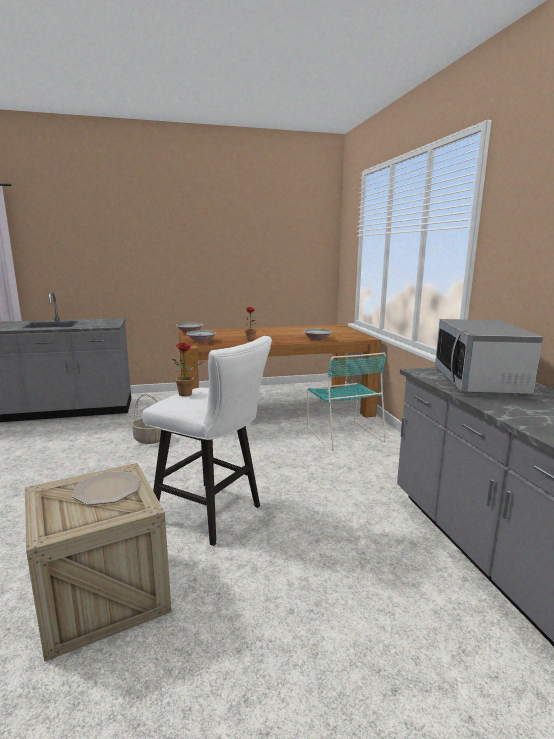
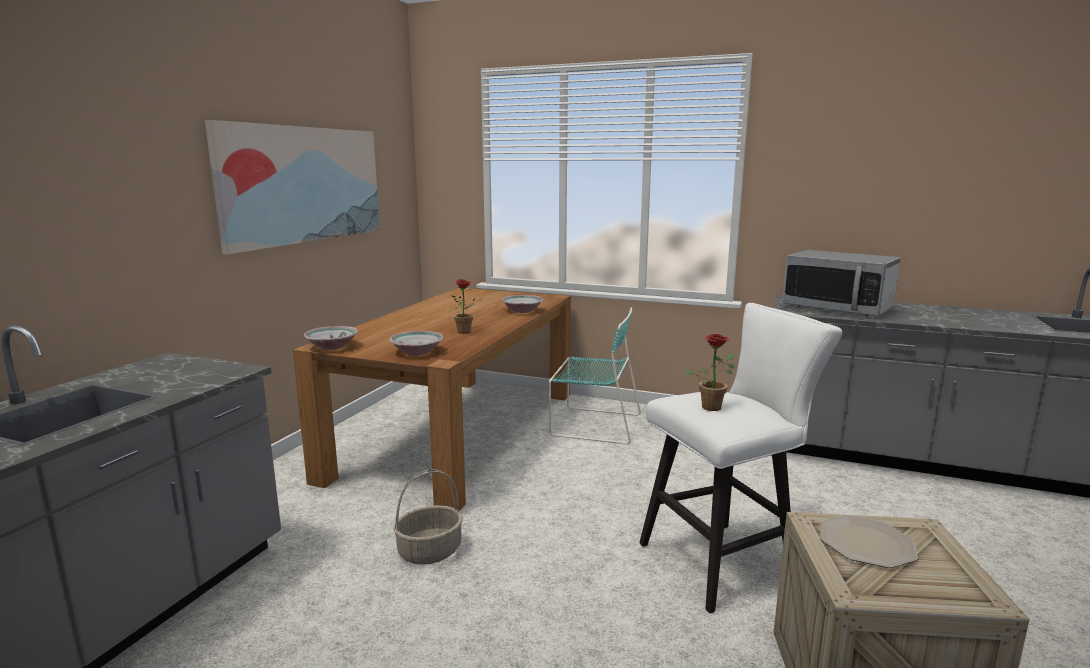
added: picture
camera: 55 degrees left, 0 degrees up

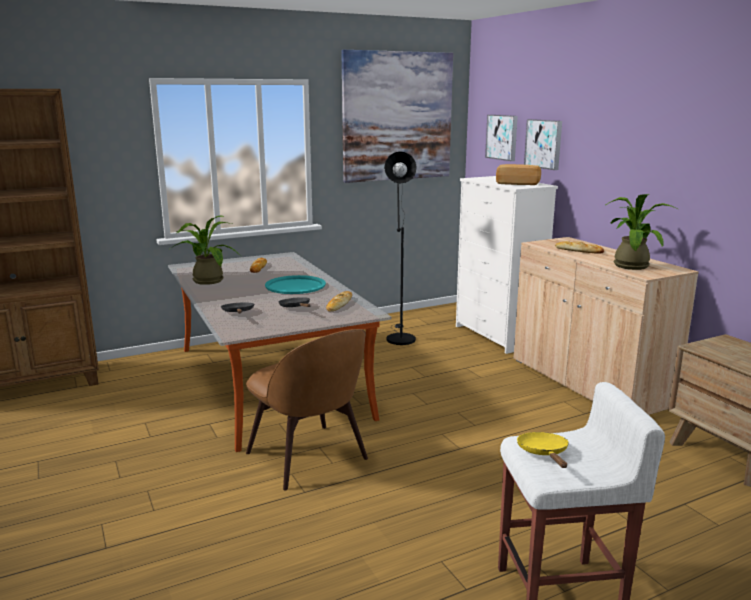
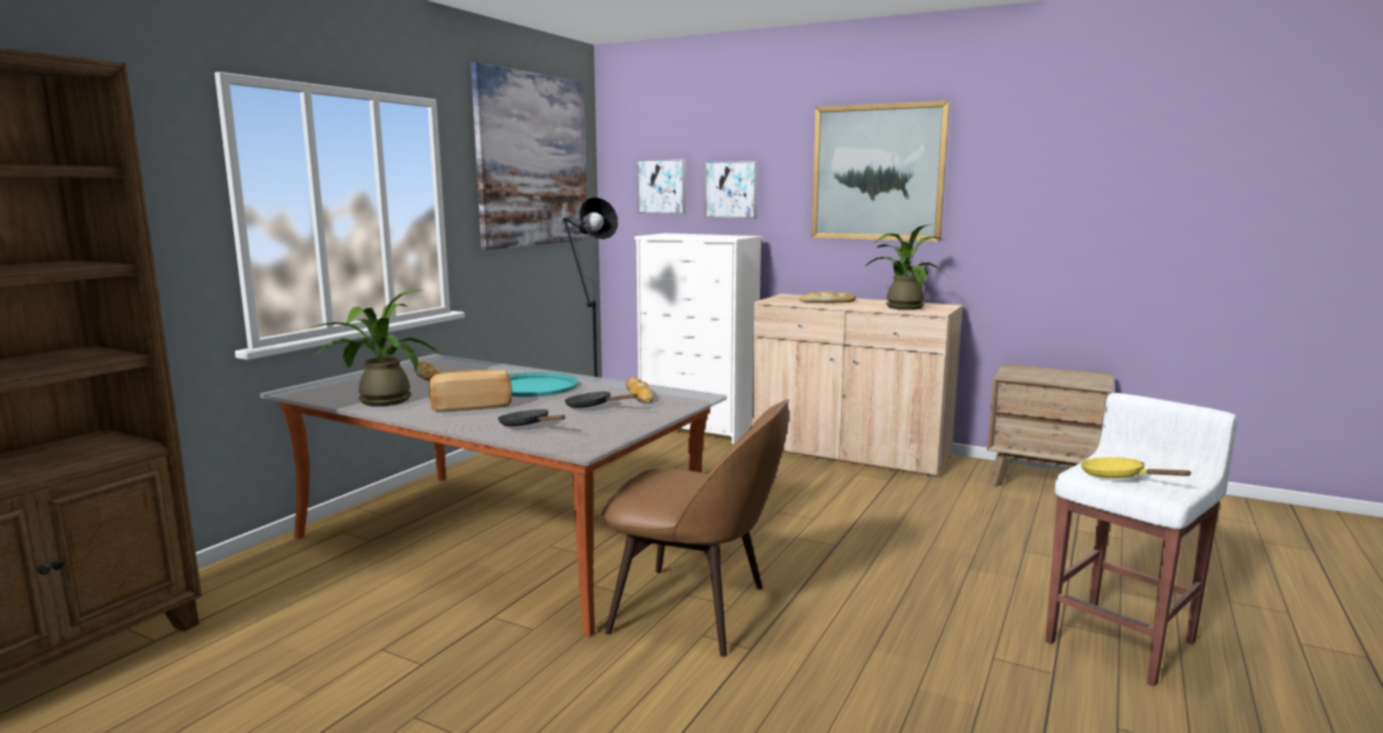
added: picture (4th from left)
moved: bread (3rd from left in the first image) to bread (2nd from left)
camera: 35 degrees left, 5 degrees down

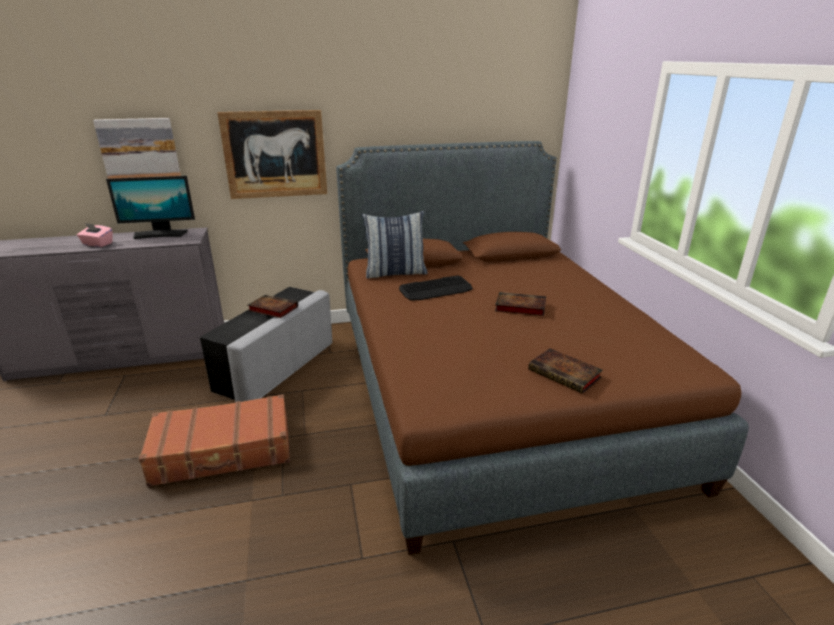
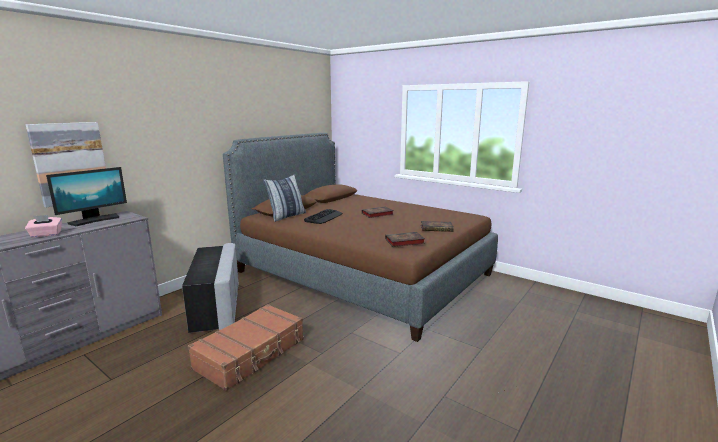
removed: picture (2nd from left)
moved: book (1st from left in the first image) to book (2nd from left)
camera: 40 degrees left, 10 degrees down

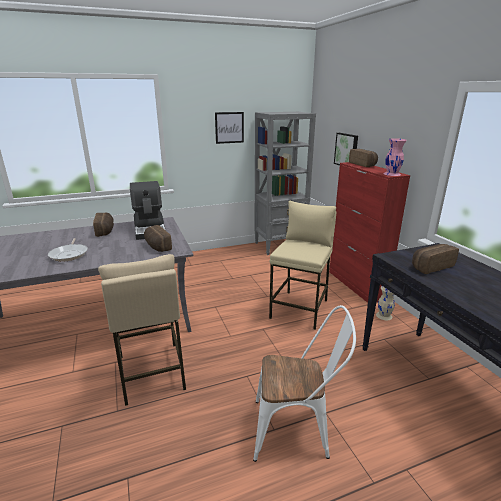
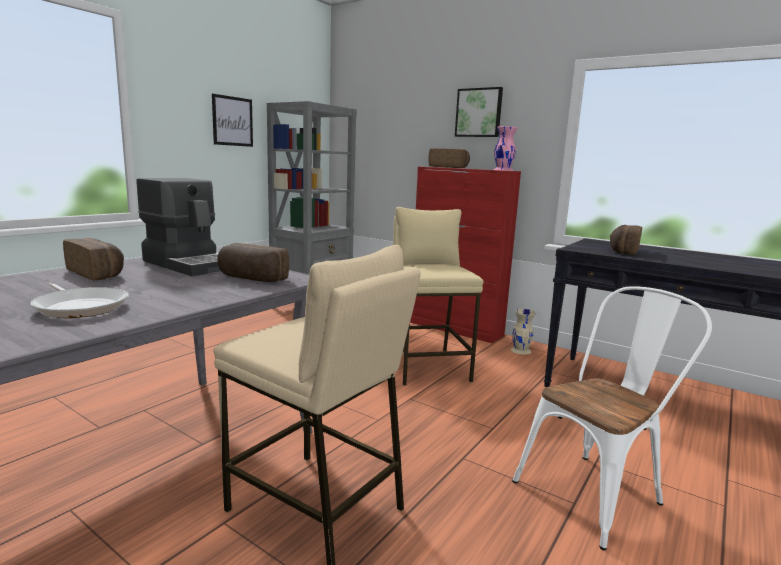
moved: picture (2nd from left)
camera: 35 degrees left, 10 degrees down

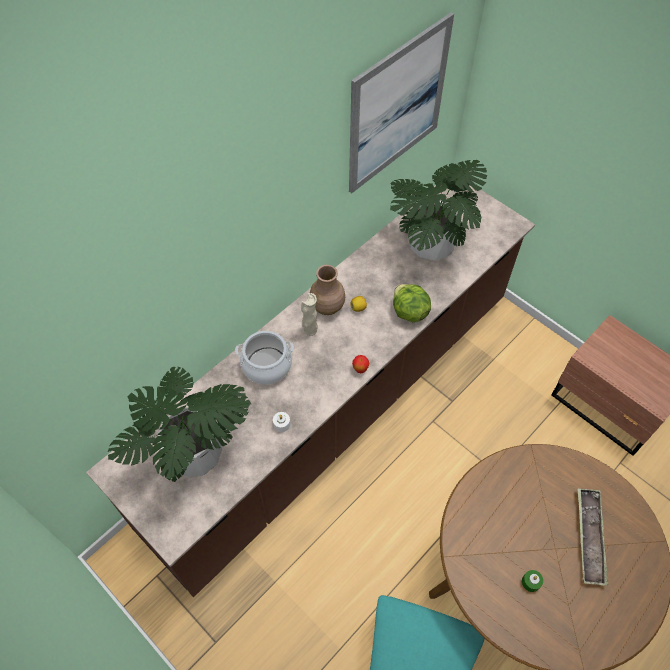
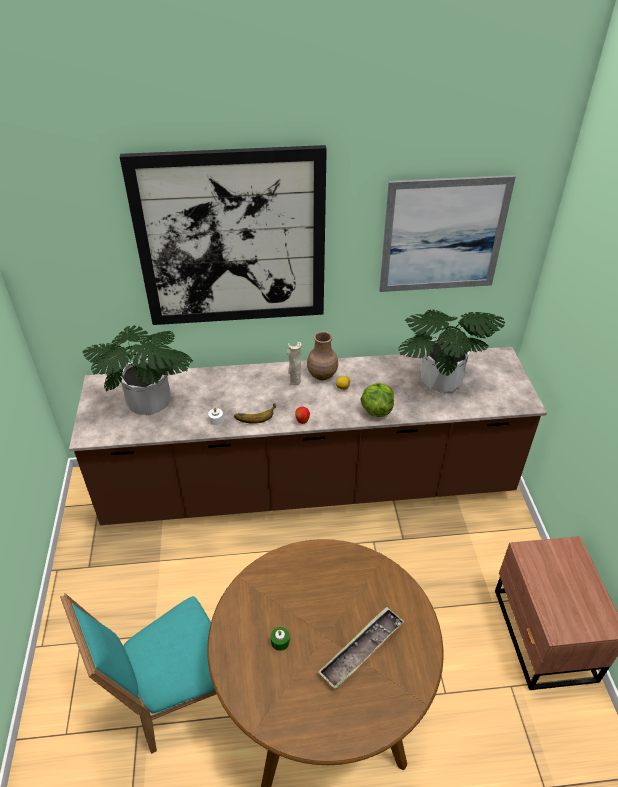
removed: cooking pot
added: picture (1st from left); banana
camera: 40 degrees right, 15 degrees down

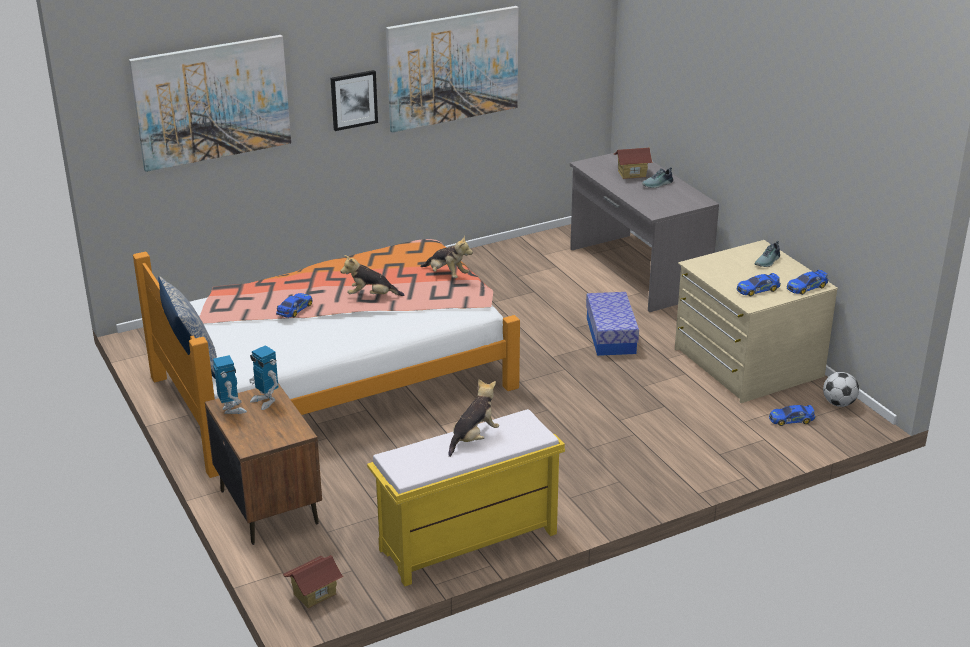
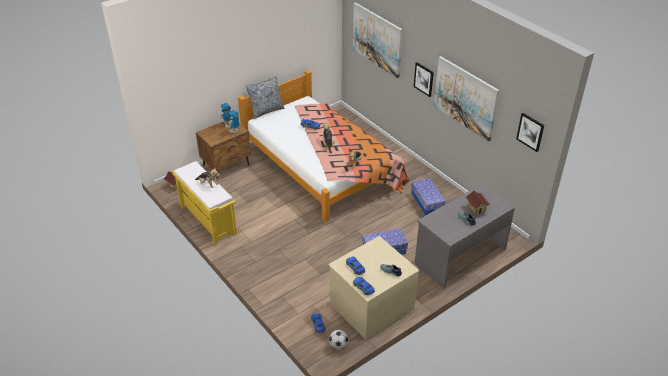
added: picture (4th from left); storage box (2nd from left)
camera: 80 degrees right, 10 degrees up

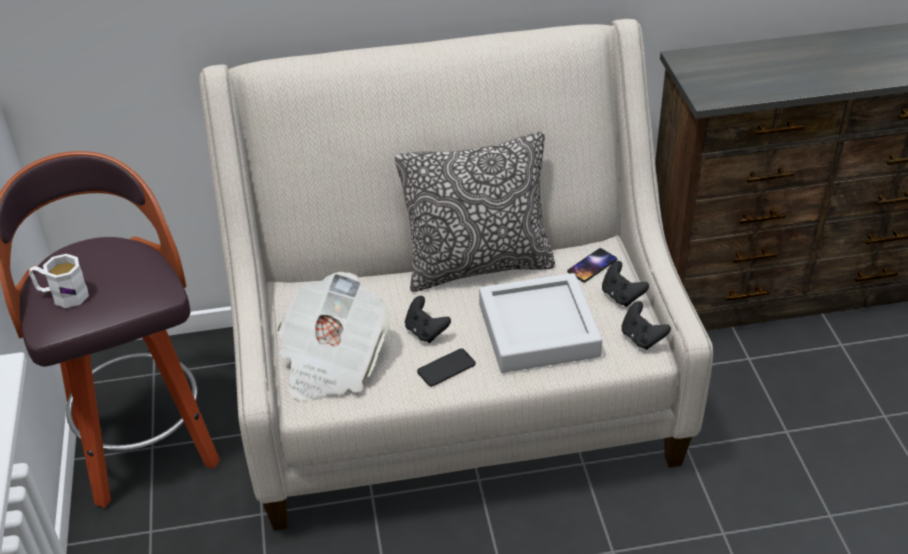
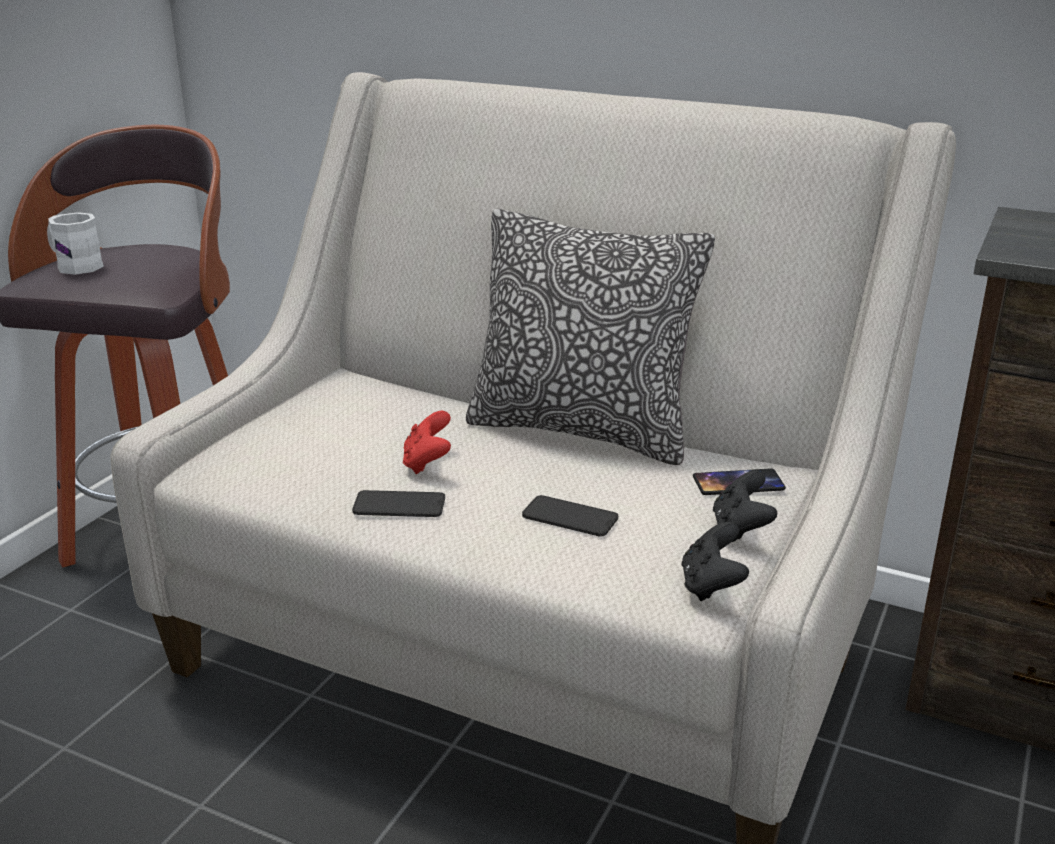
removed: newspaper
replaced: tray in grey to phone (2nd from left)
recoloured: game controller in black (1st from left) to game controller in red
camera: 35 degrees right, 15 degrees down

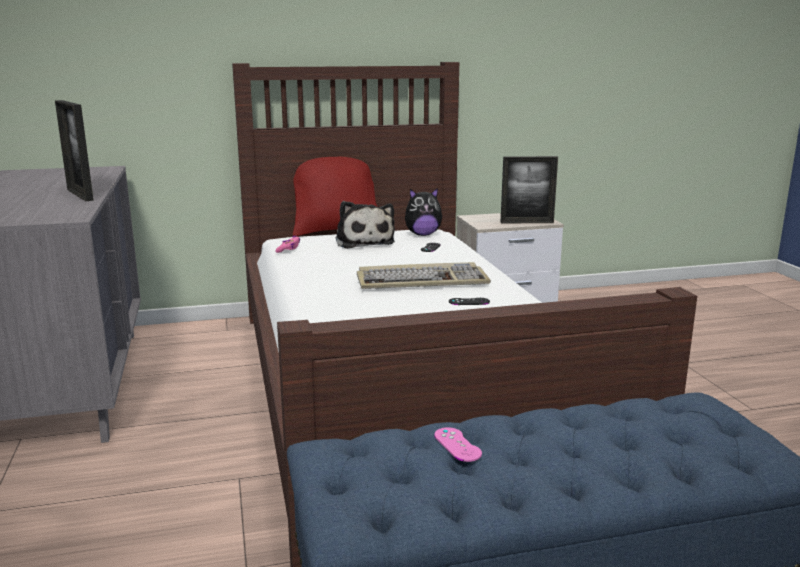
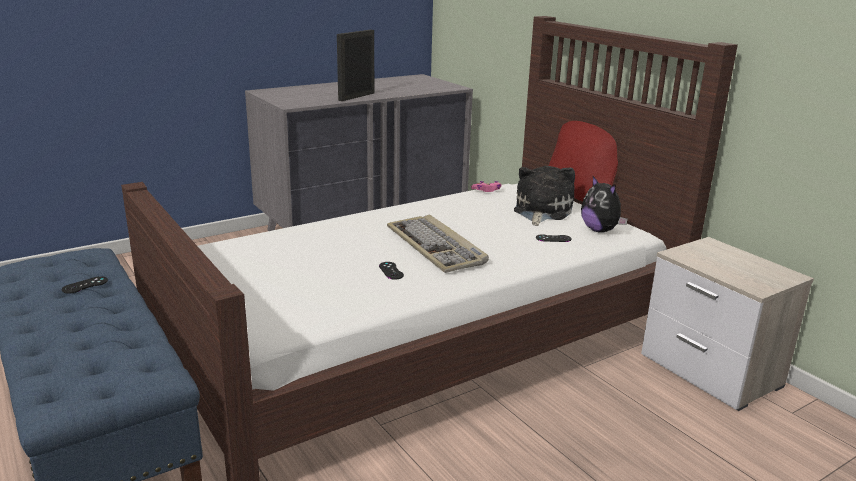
removed: picture frame (2nd from left)
recoloured: game controller in pink (2nd from left) to game controller in black (1st from left)
turned: plush toy (1st from left) 150 degrees clockwise
camera: 70 degrees right, 5 degrees up

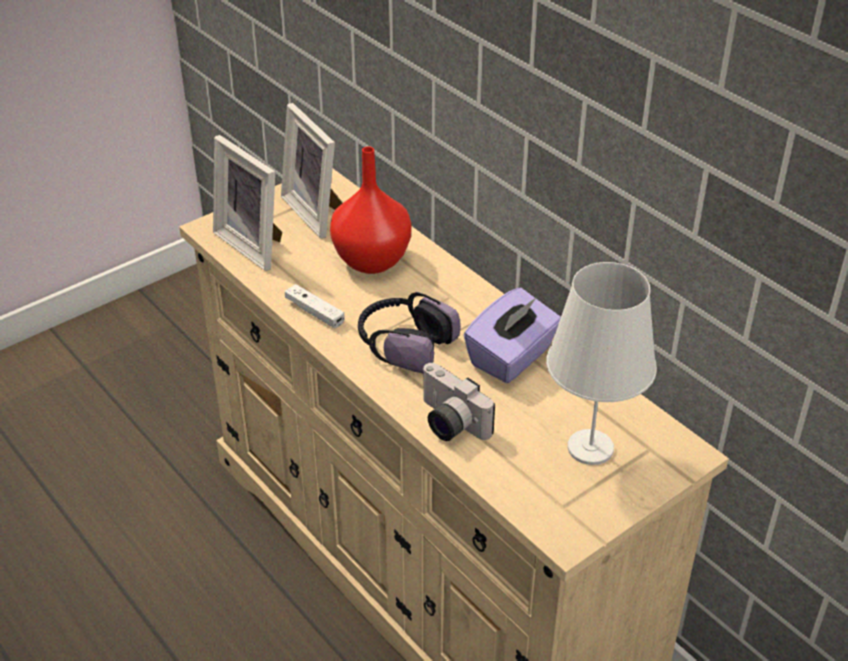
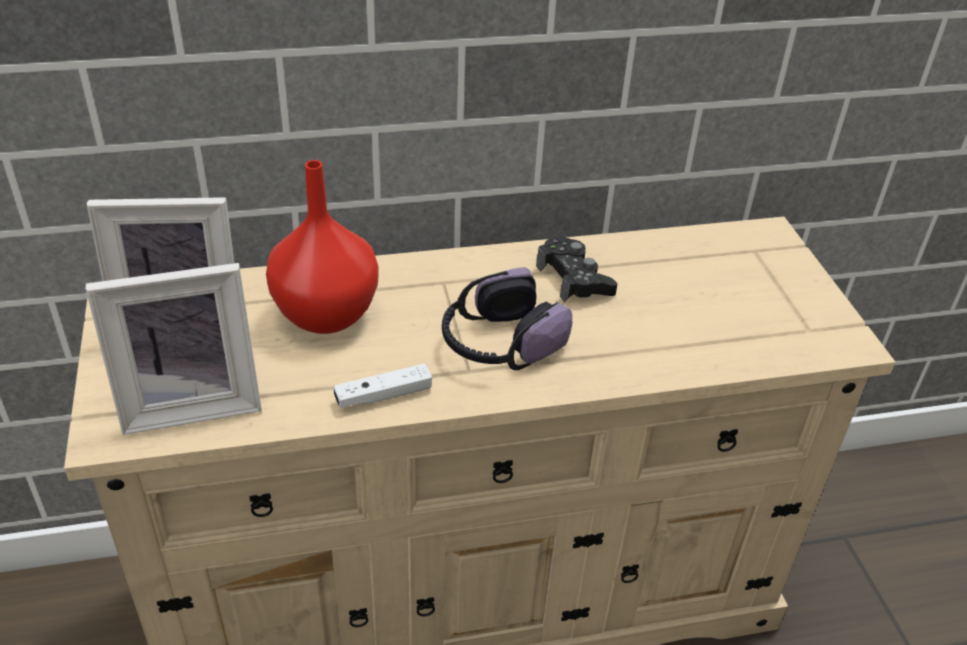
removed: table lamp in white; photo camera
replaced: tissue box in purple to game controller in black
camera: 65 degrees left, 0 degrees up

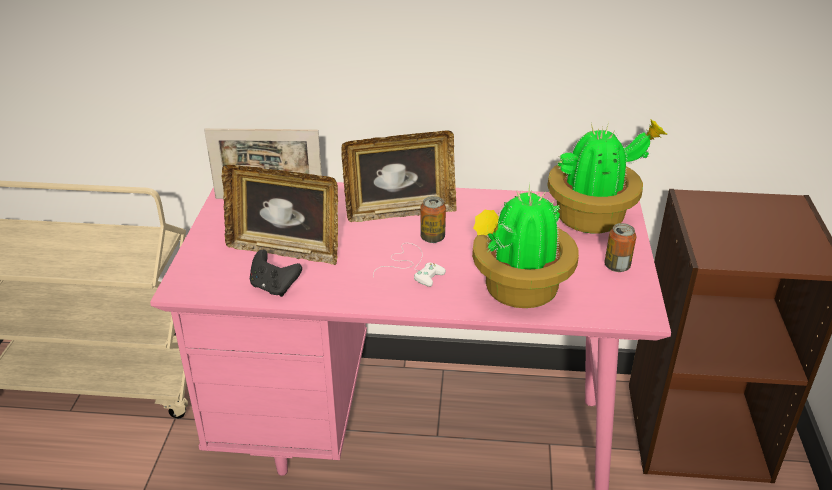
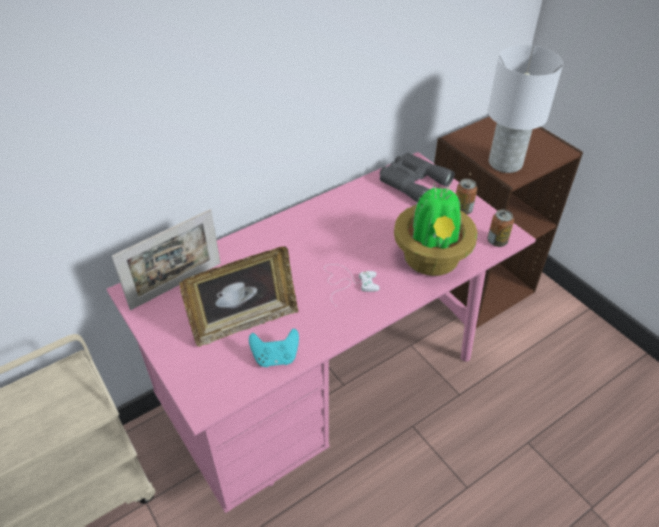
removed: picture frame (3rd from left)
added: table lamp in white
moved: can (1st from left in the first image) to can (2nd from left)
replaced: potted plant (2nd from left) to binoculars in grey
recoloured: game controller in black to game controller in turquoise
camera: 40 degrees left, 10 degrees up

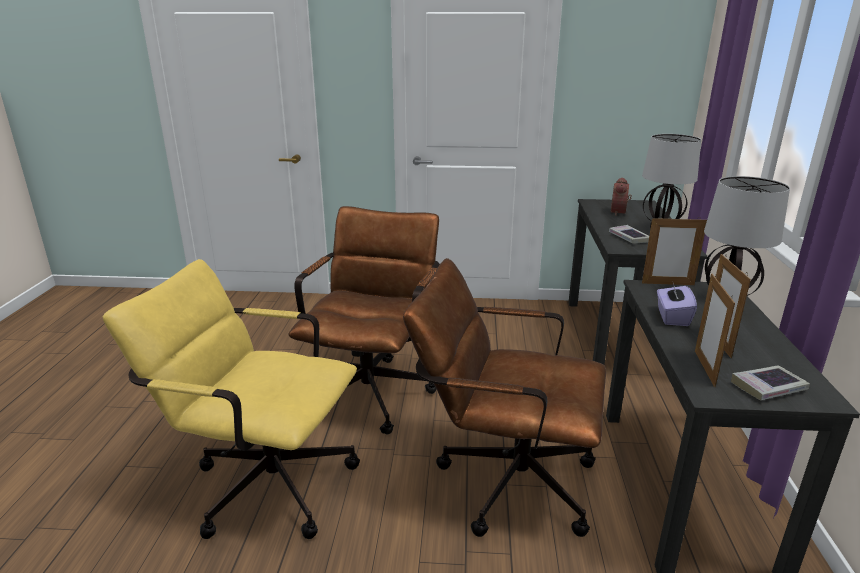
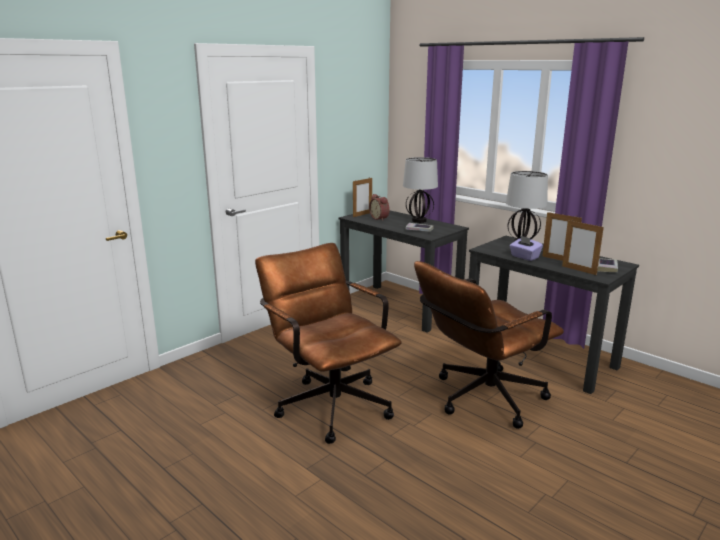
removed: office chair in yellow
moved: picture frame (1st from left)
camera: 50 degrees left, 5 degrees down

